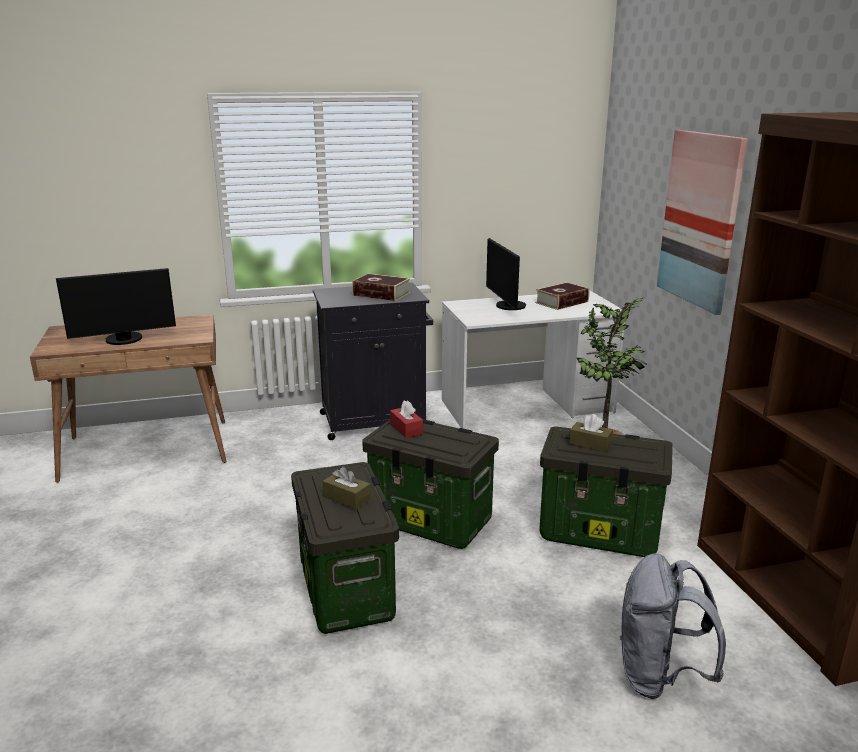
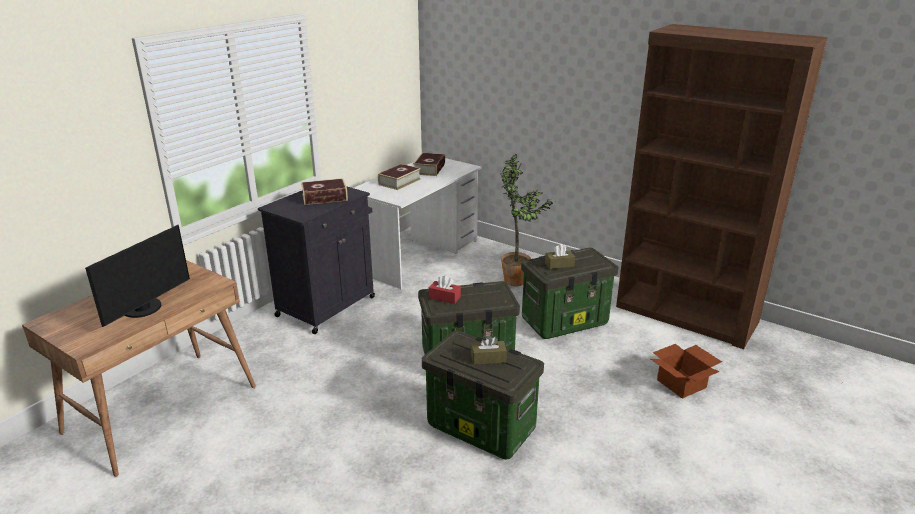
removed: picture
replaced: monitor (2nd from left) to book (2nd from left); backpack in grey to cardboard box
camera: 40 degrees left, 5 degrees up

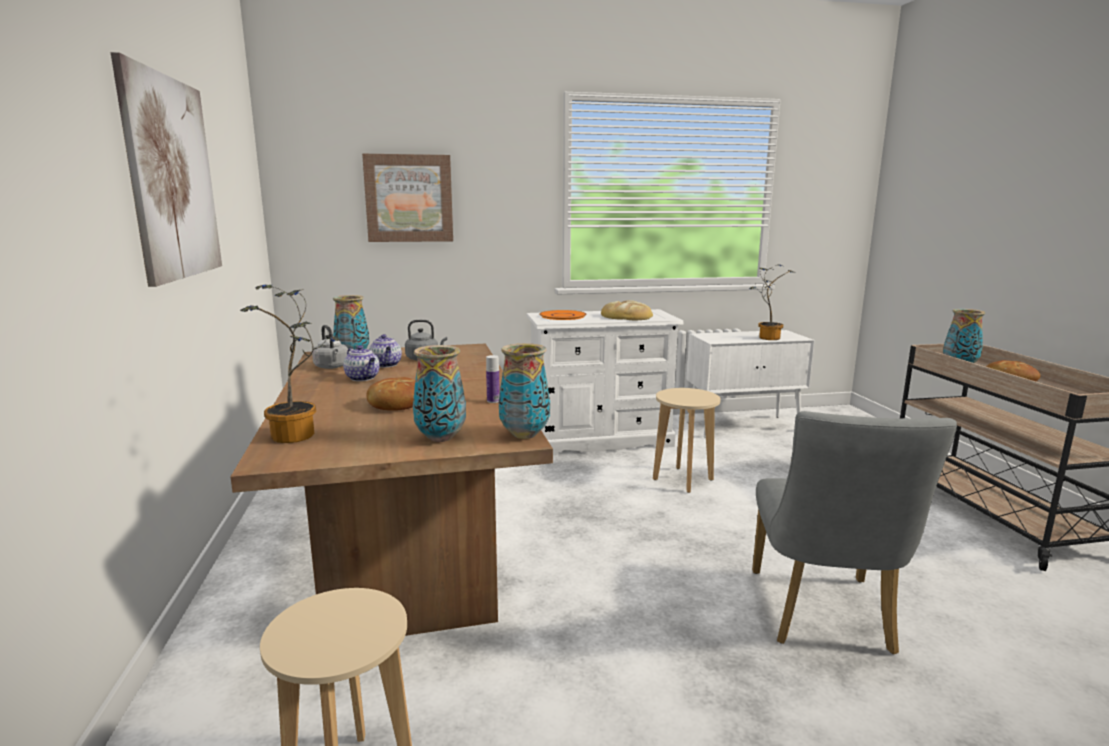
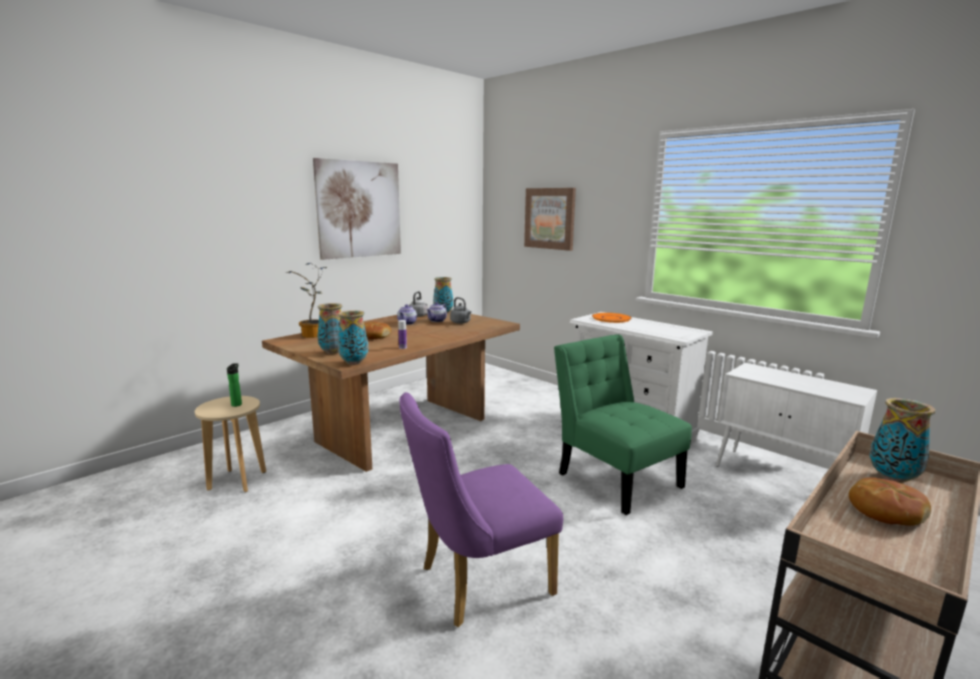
removed: potted plant (2nd from left); bread (2nd from left)
added: bottle (1st from left)
replaced: stool in beige (2nd from left) to chair in green
recoloured: chair in grey to chair in purple
camera: 55 degrees right, 0 degrees up

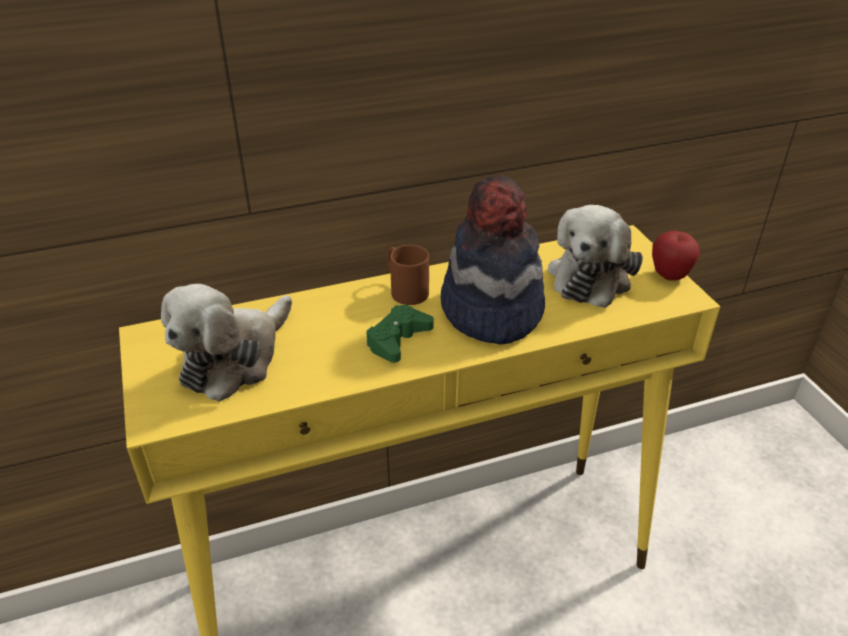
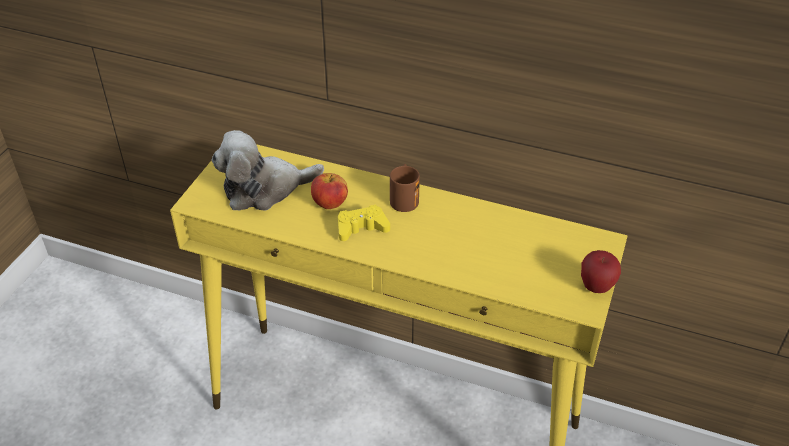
removed: hat; plush toy (2nd from left)
added: apple (1st from left)
recoloured: game controller in green to game controller in yellow
camera: 40 degrees right, 5 degrees up

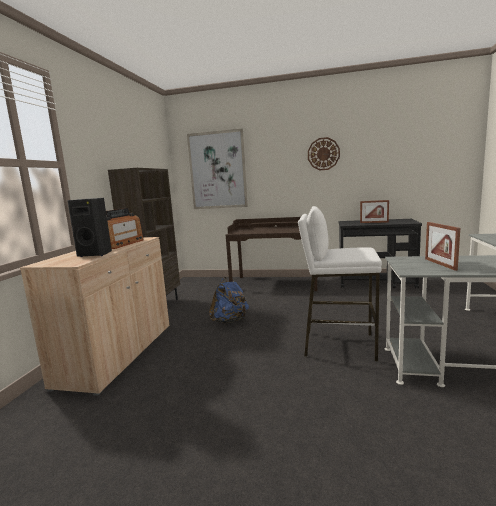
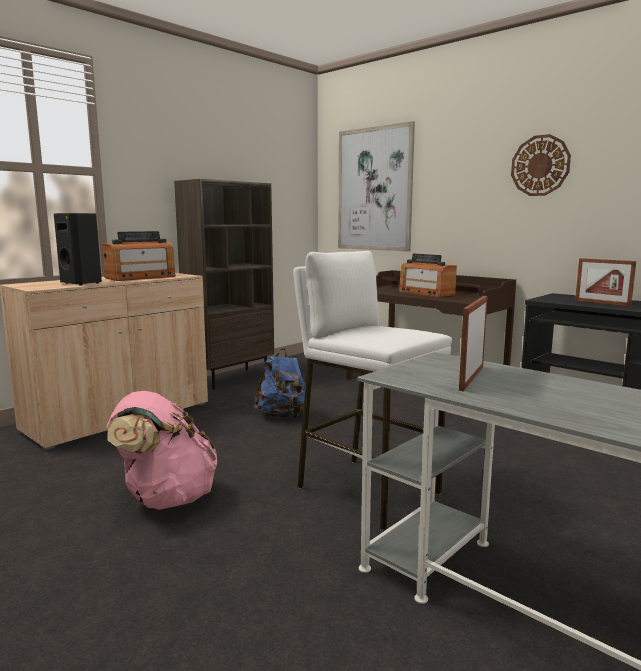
added: radio (2nd from left); backpack in pink
camera: 30 degrees right, 0 degrees up

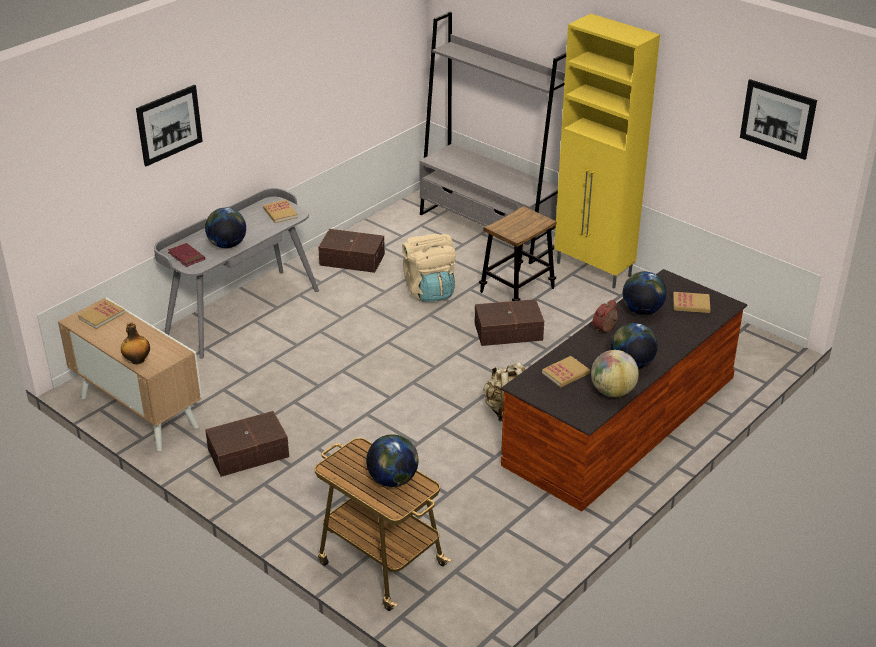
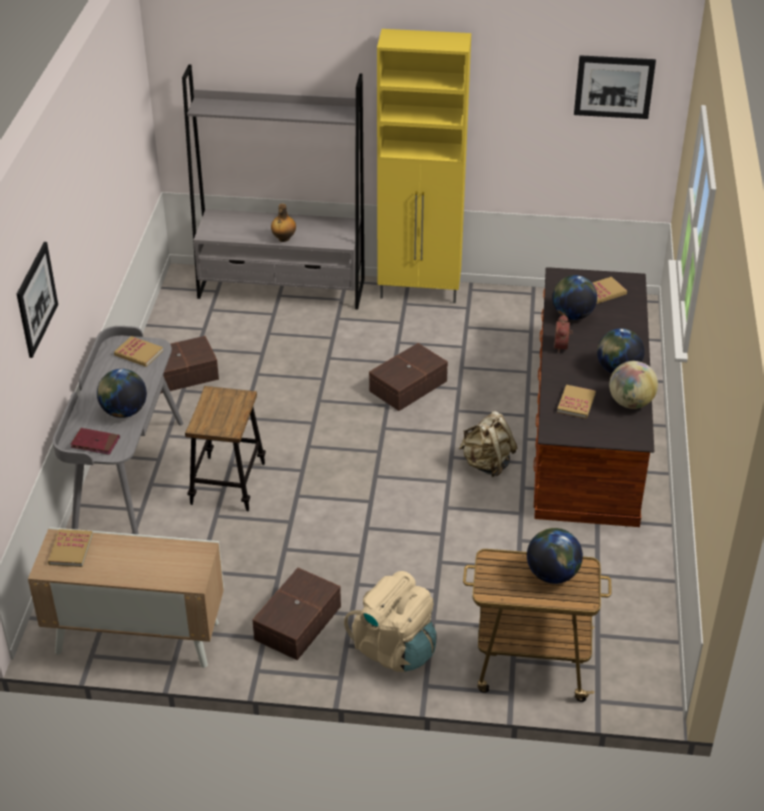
moved: stool; backpack in beige (1st from left); bottle
camera: 35 degrees left, 5 degrees up

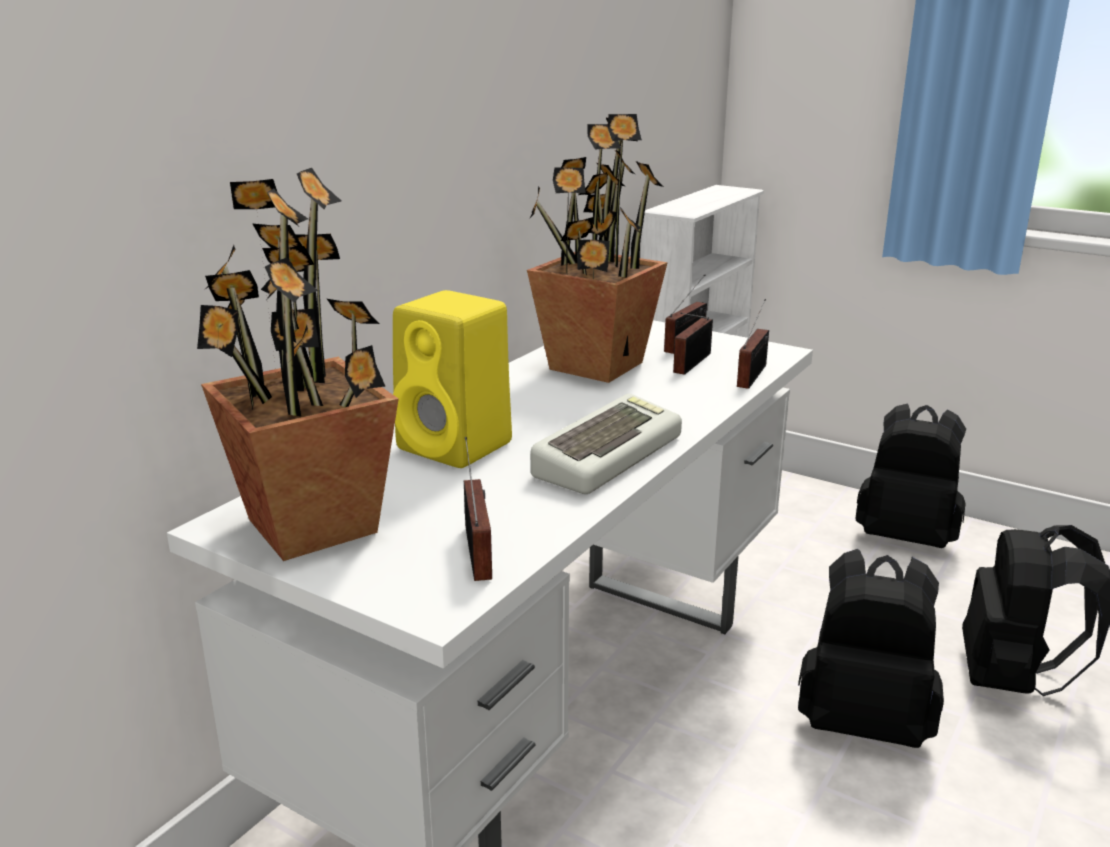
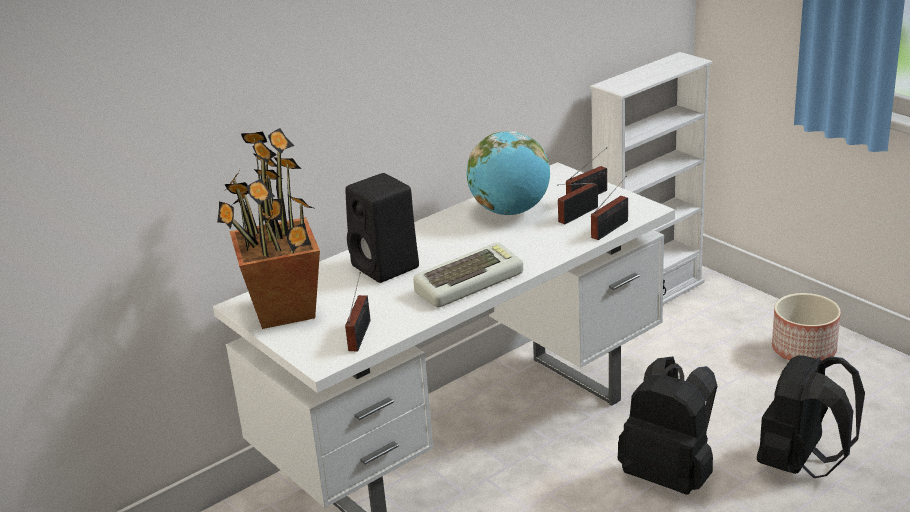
replaced: potted plant (2nd from left) to globe; backpack in black (2nd from left) to planter
recoloured: speaker in yellow to speaker in black
camera: 20 degrees right, 5 degrees up

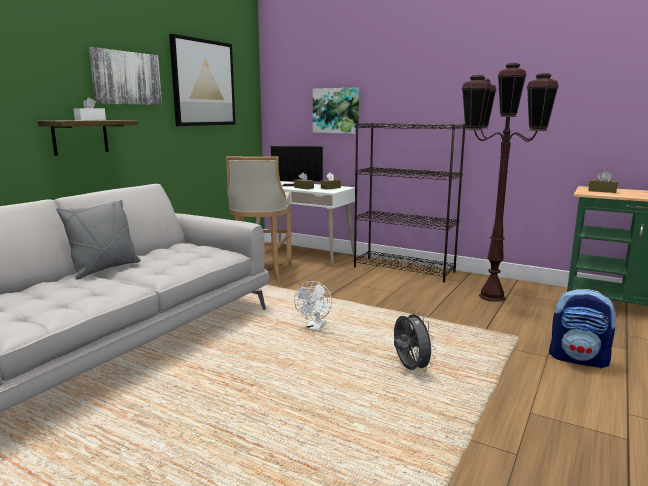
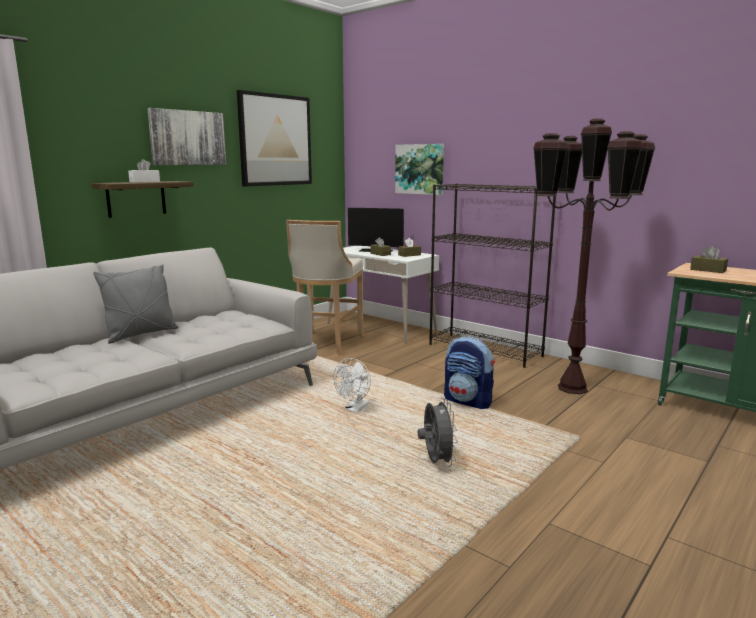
moved: backpack
camera: 10 degrees right, 0 degrees up

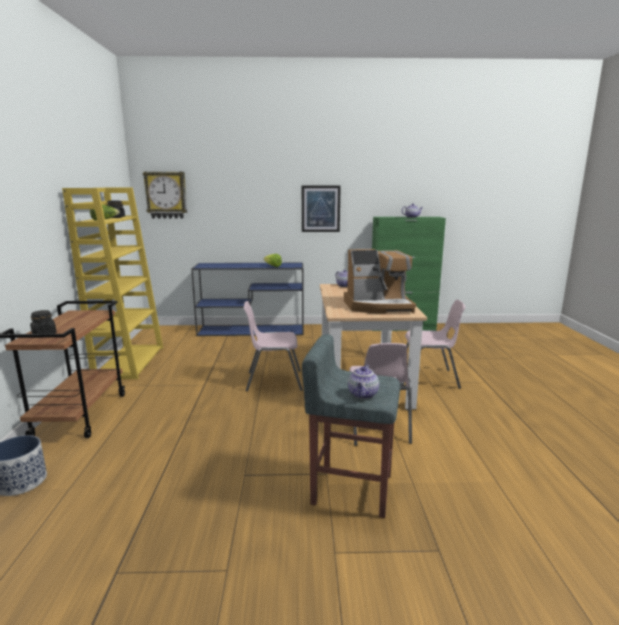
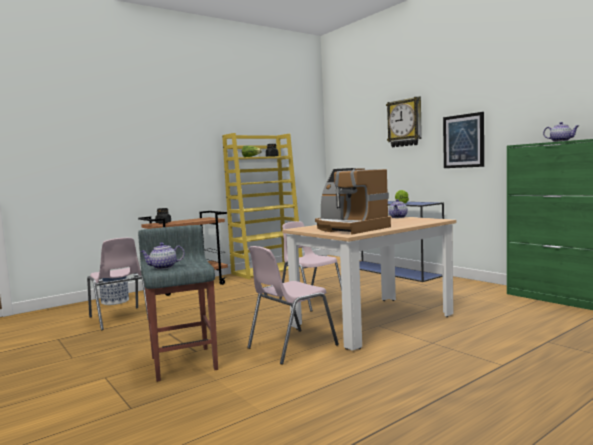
moved: wall clock; chair in pink (3rd from left in the first image) to chair in pink (1st from left)
camera: 55 degrees right, 10 degrees down

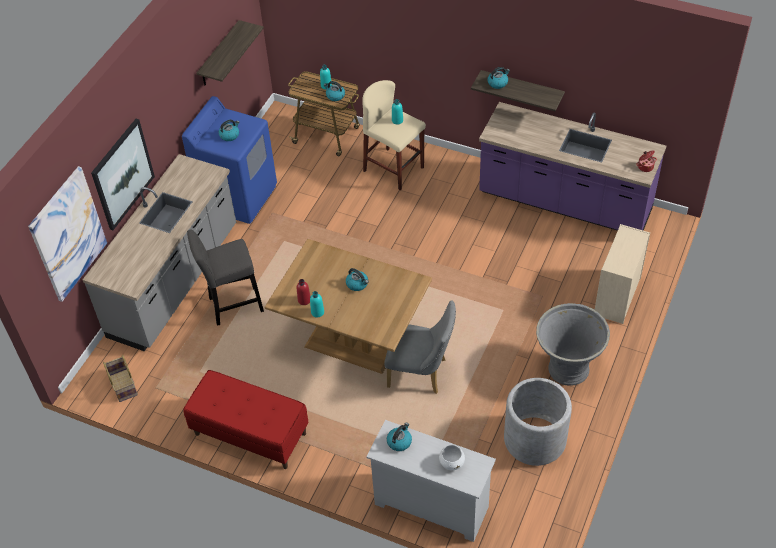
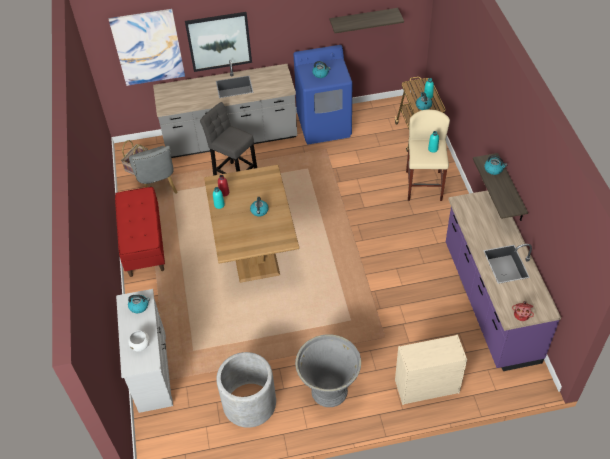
moved: chair in grey
camera: 55 degrees right, 0 degrees up

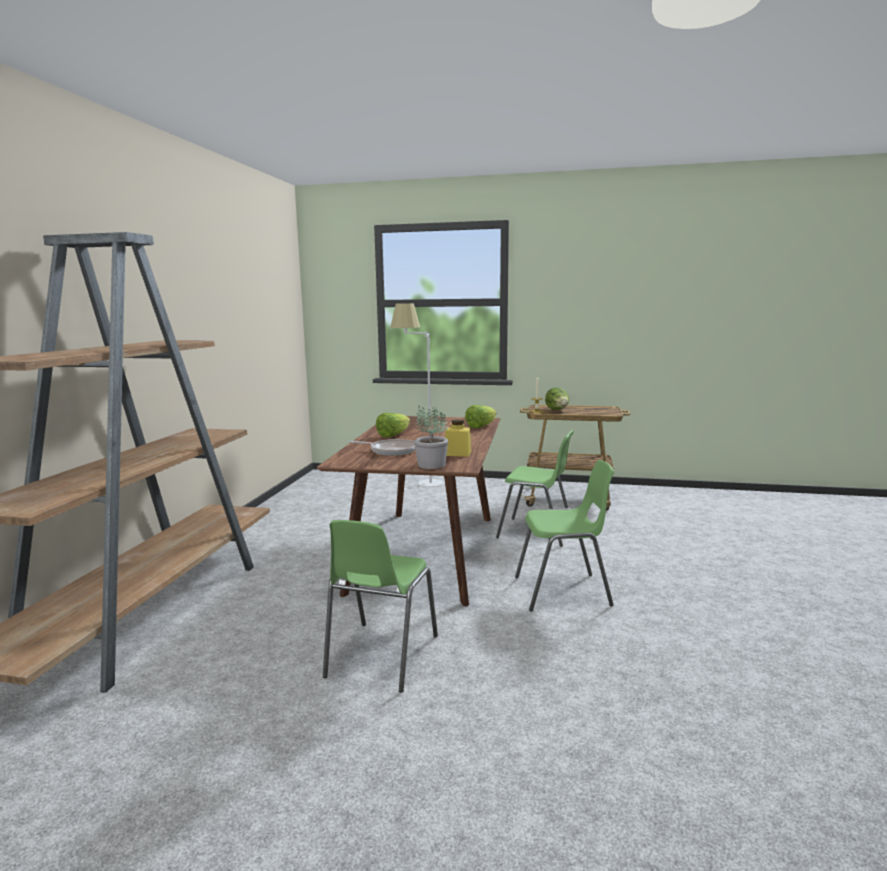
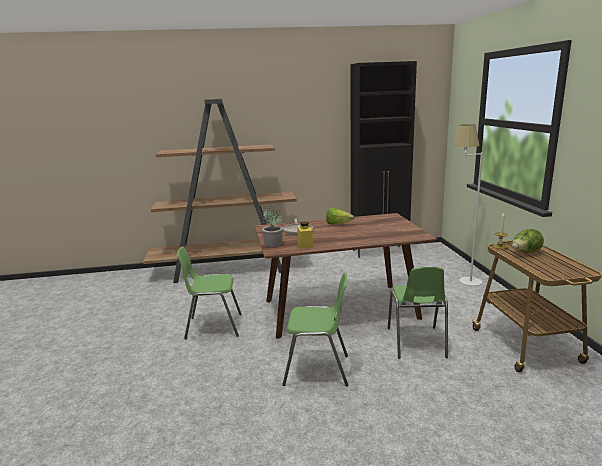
removed: lettuce (2nd from left)
added: cabinet in black
turned: chair in green (3rd from left in the first image) 60 degrees counterclockwise
camera: 70 degrees right, 5 degrees up

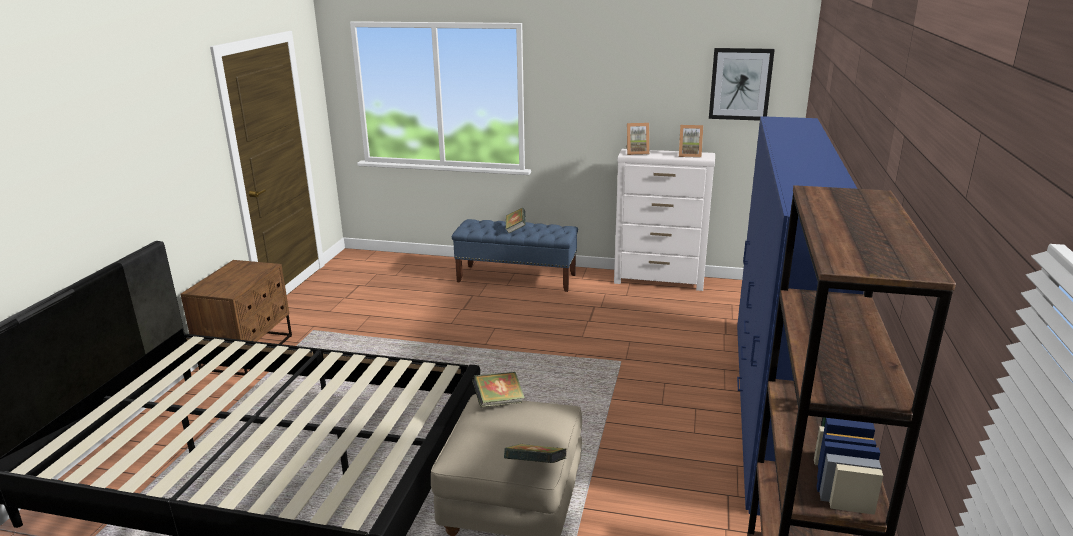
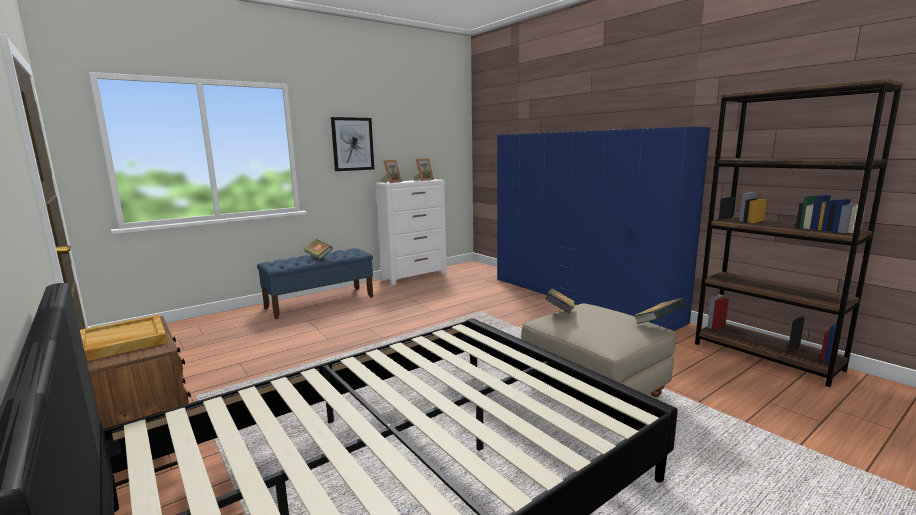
added: tray in beige
moved: picture
camera: 50 degrees left, 10 degrees down

